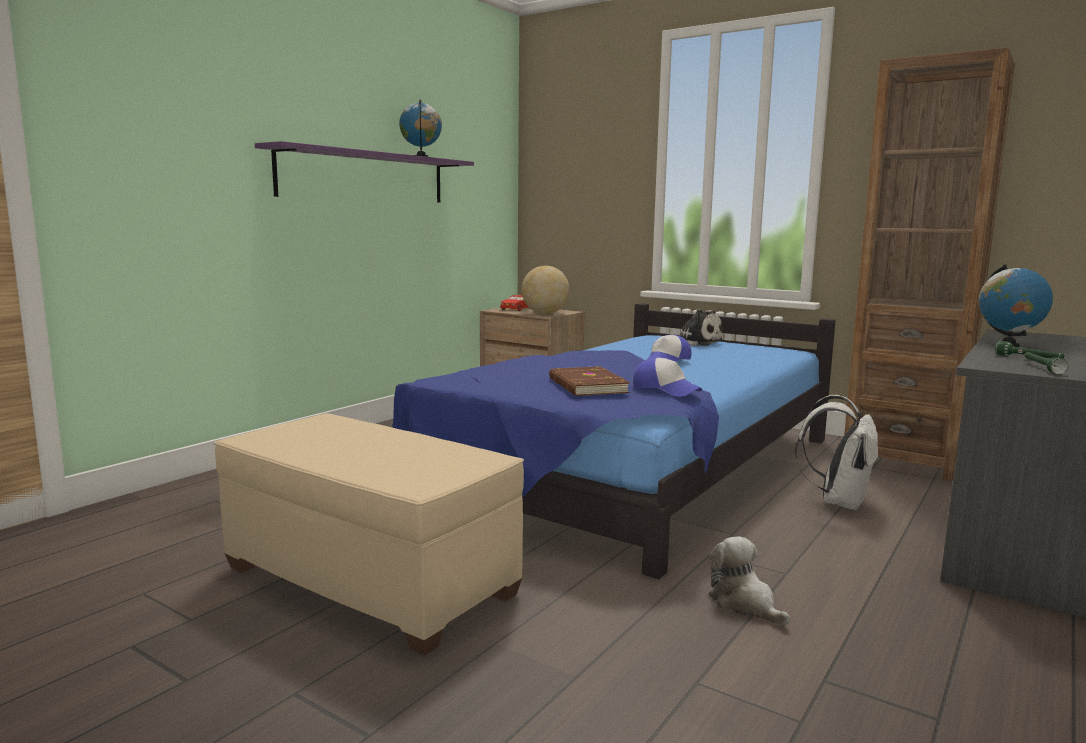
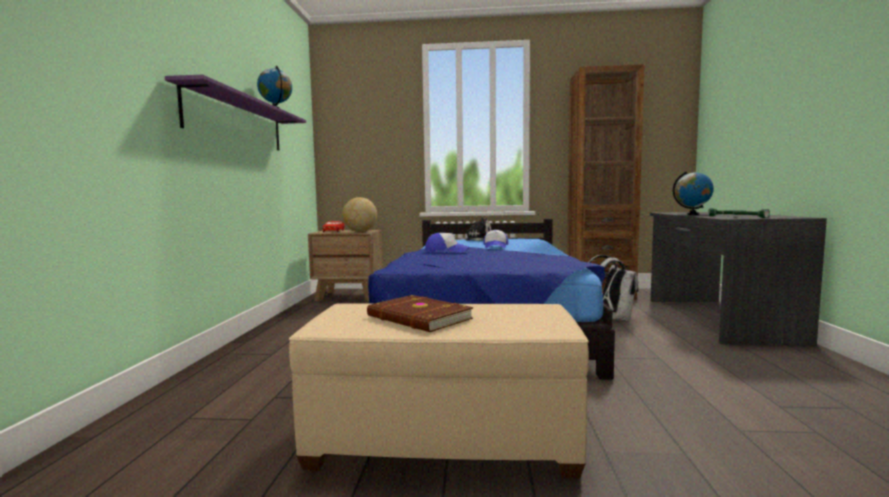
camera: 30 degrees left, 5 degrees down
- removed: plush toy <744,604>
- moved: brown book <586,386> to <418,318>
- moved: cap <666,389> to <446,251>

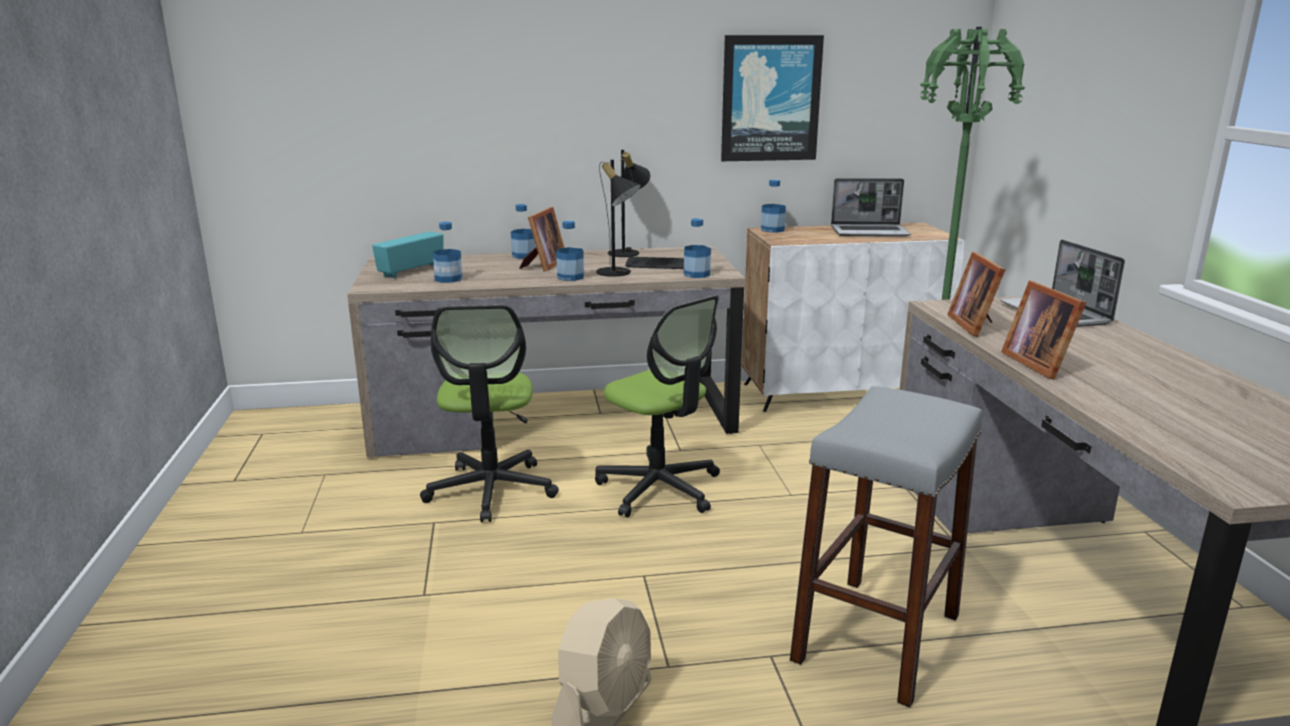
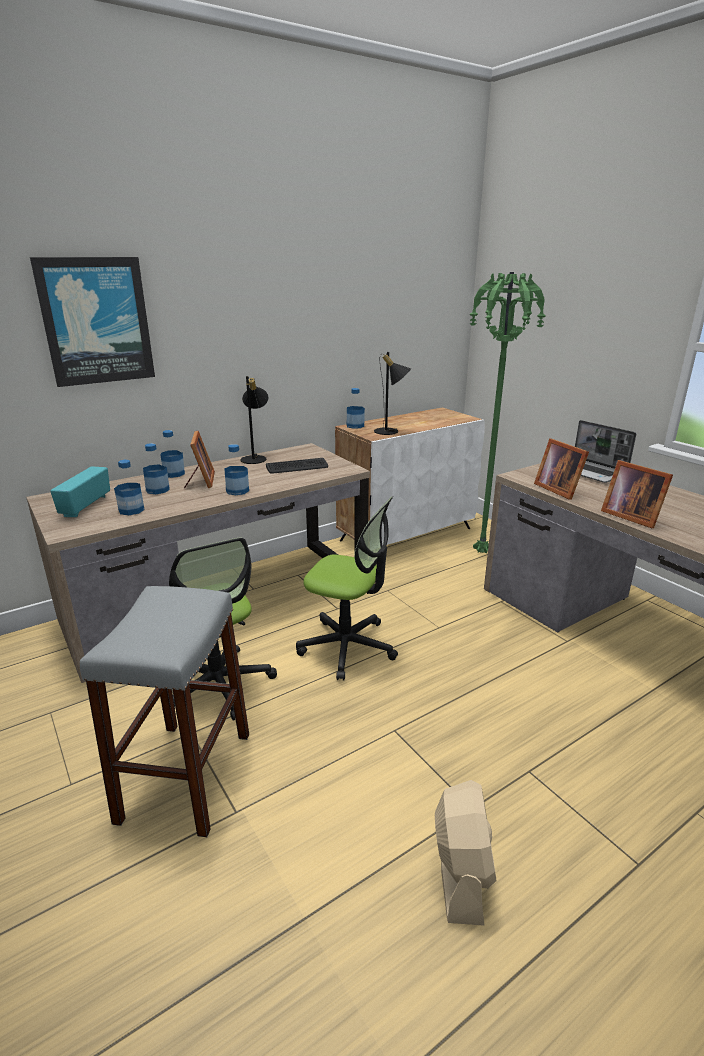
camera: 25 degrees left, 5 degrees up
- removed: laptop <870,232>
- moved: black table lamp <618,273> to <390,432>
- moved: bottle <696,274> to <157,490>
- moved: picture <770,99> to <96,321>
- moved: grey stool <877,637> to <186,775>

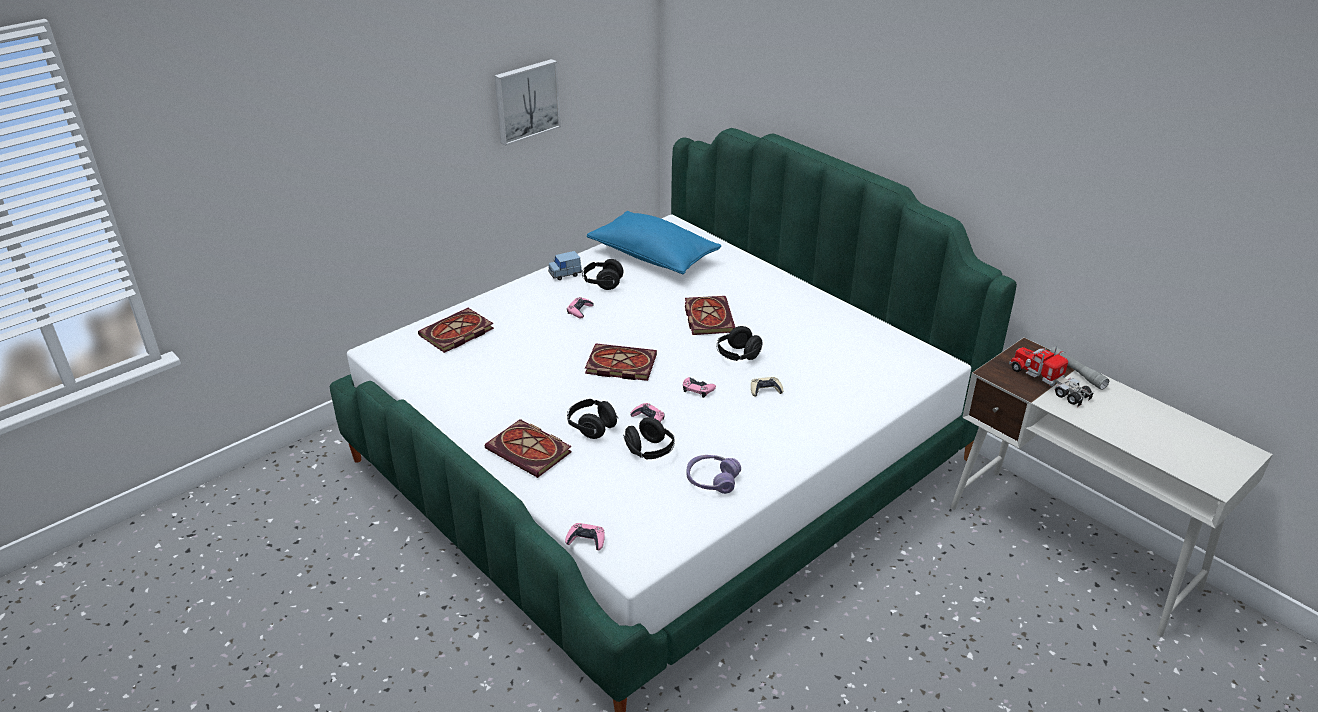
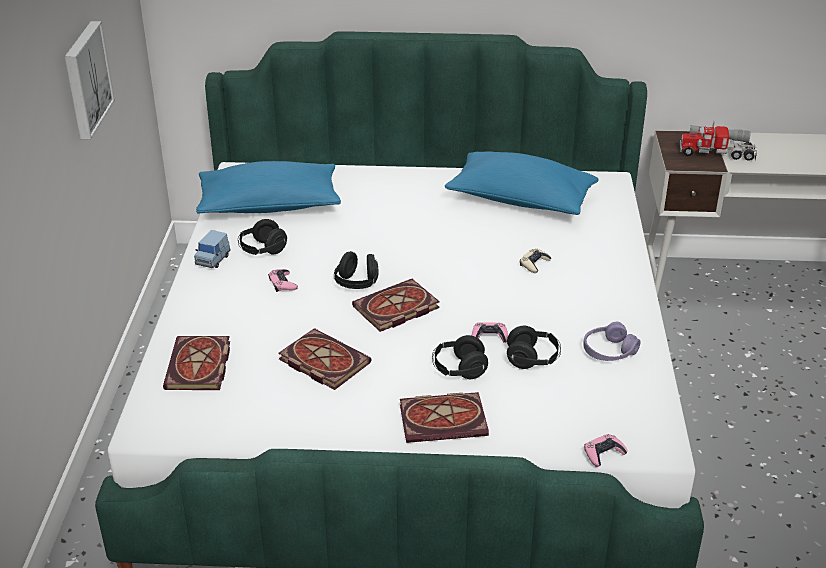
camera: 45 degrees left, 0 degrees up
- removed: pink game controller <698,389>
- added: blue pillow <520,201>
- moved: book <707,317> to <321,361>
- moved: black headphones <738,356> to <357,284>

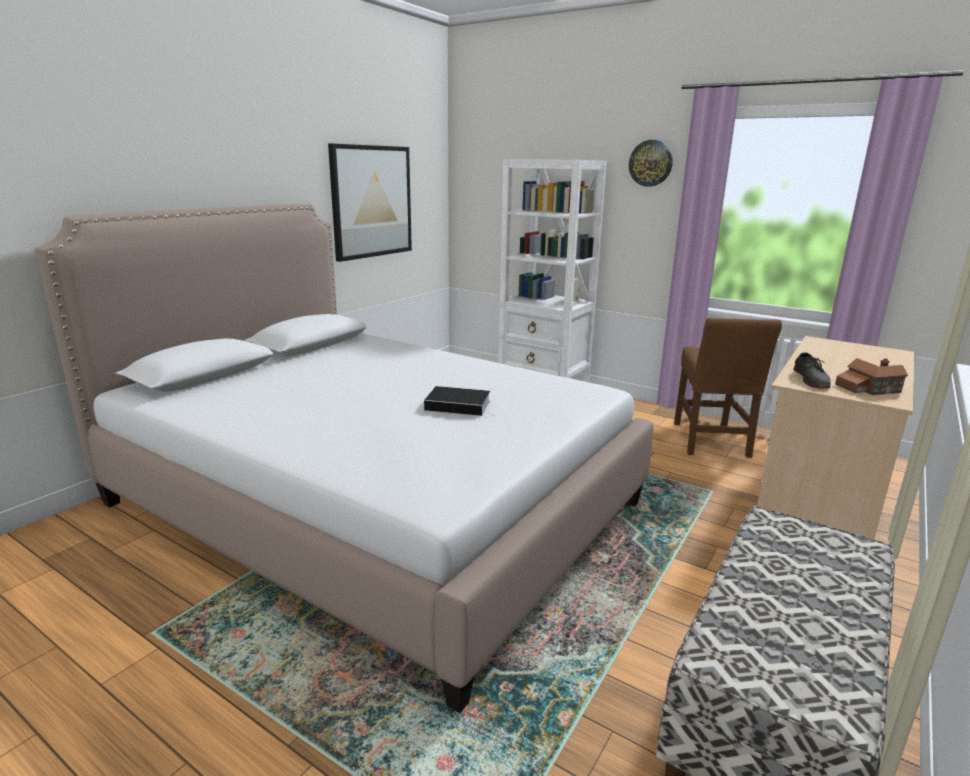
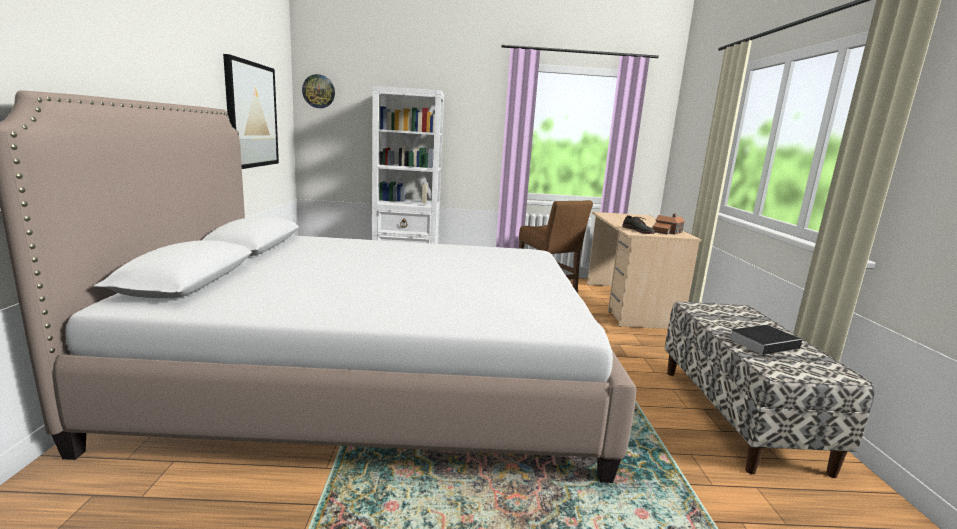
camera: 35 degrees left, 5 degrees down
- moved: book <460,405> to <764,343>
- moved: wall clock <650,163> to <319,91>

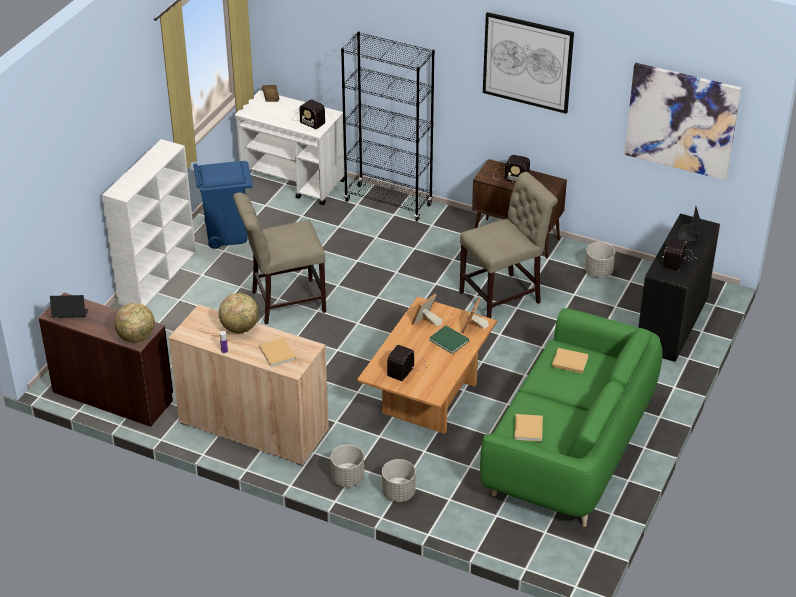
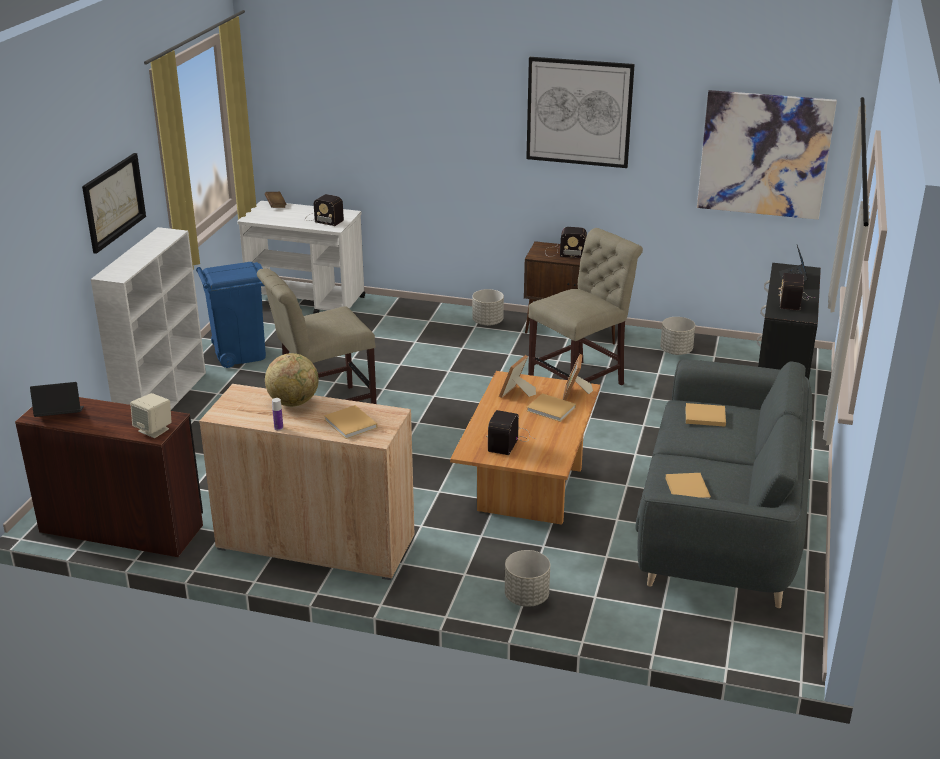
camera: 10 degrees left, 10 degrees down
- removed: black bookcase <388,203>
- added: picture <113,202>
- moved: grey planter <347,478> to <487,322>
- replaced: globe <136,337> to beige speaker <154,430>
- recoloured: green book <449,341> to beige book <552,409>
- recoloured: green sofa <569,448> to grey sofa <721,523>

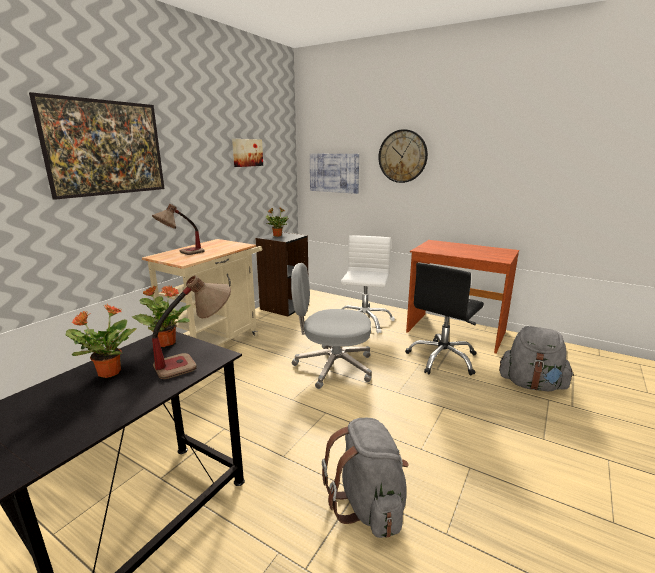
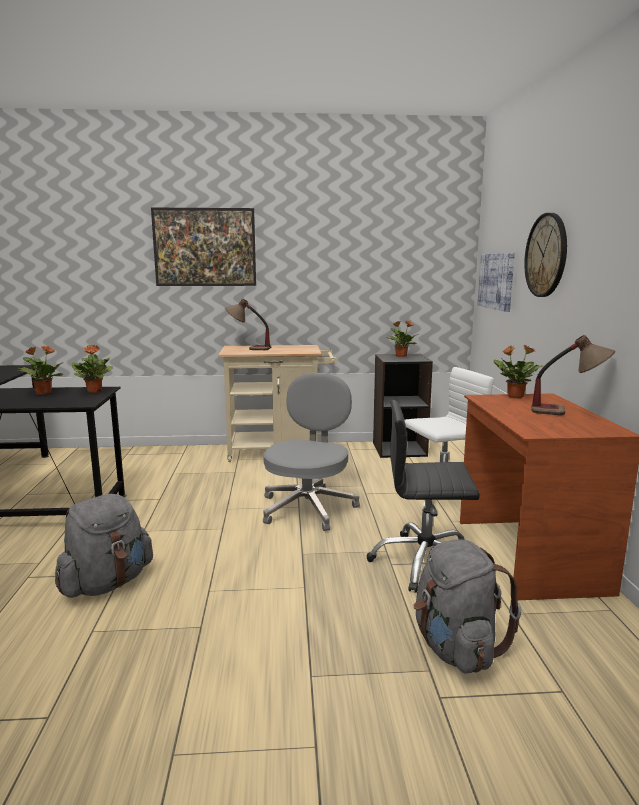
camera: 55 degrees right, 5 degrees down
- removed: picture <247,152>
- added: potted plant <514,396>
- moved: table lamp <196,361> to <567,412>
- turned: grey office chair <332,366> = <308,507> 45 degrees clockwise

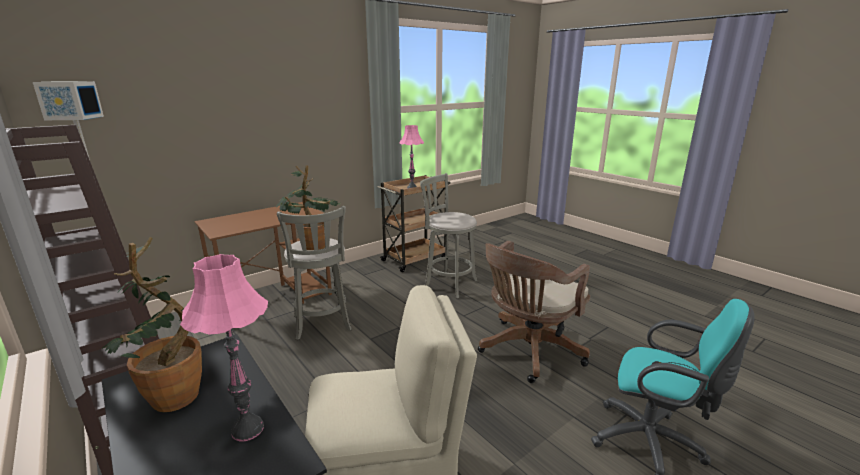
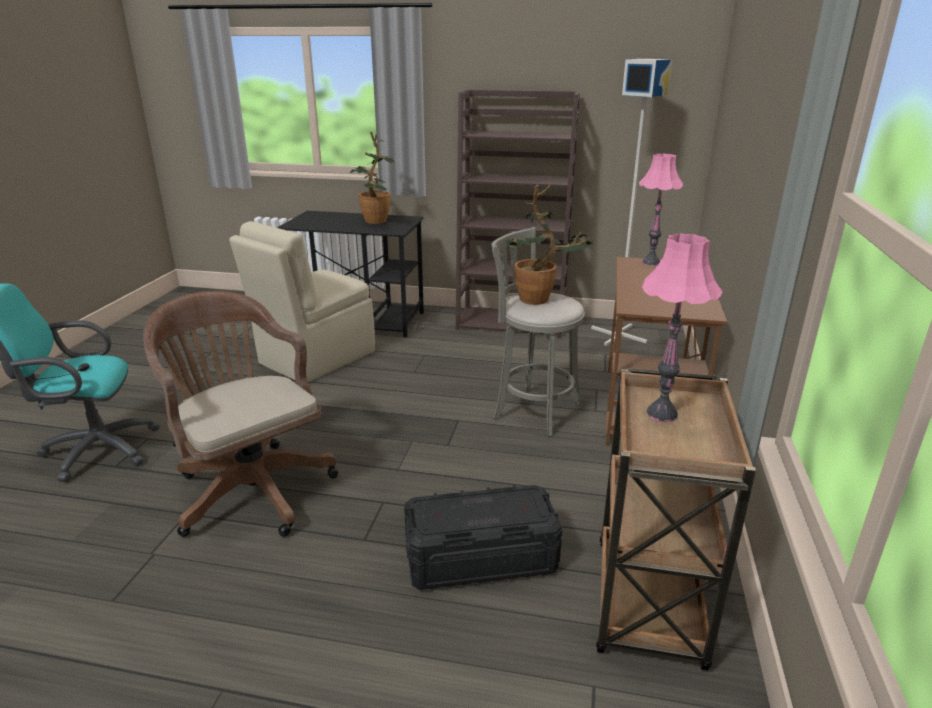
camera: 140 degrees right, 5 degrees up
- moved: pink table lamp <247,429> to <651,263>
- replaced: grey stool <448,284> to black storage box <481,559>
- turned: brown office chair <528,351> = <251,487> 45 degrees counterclockwise

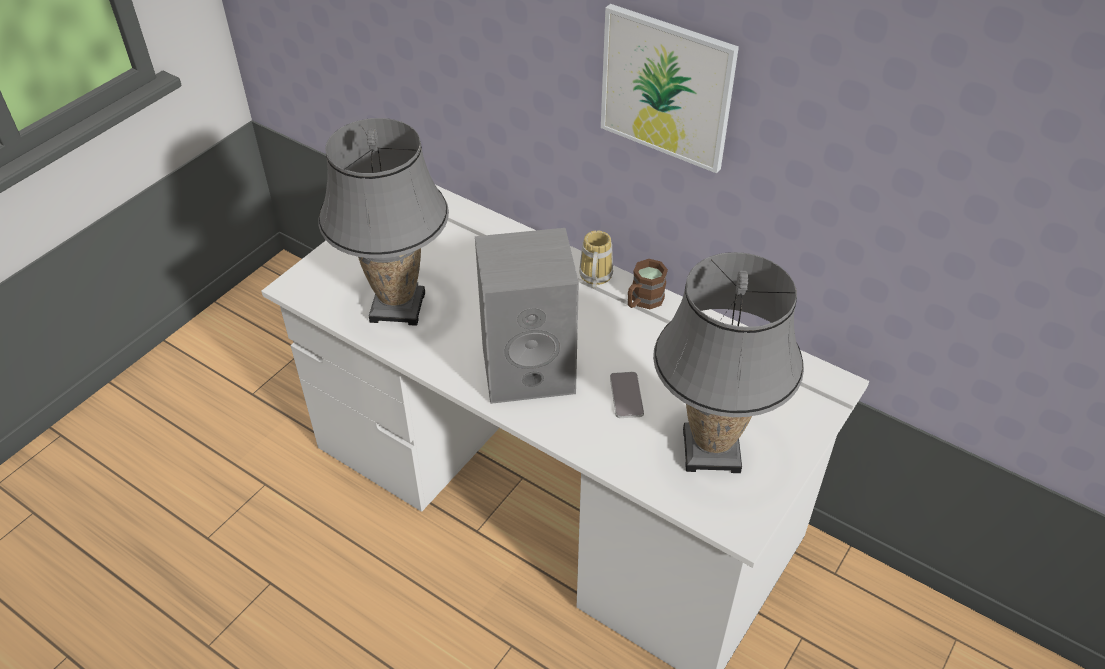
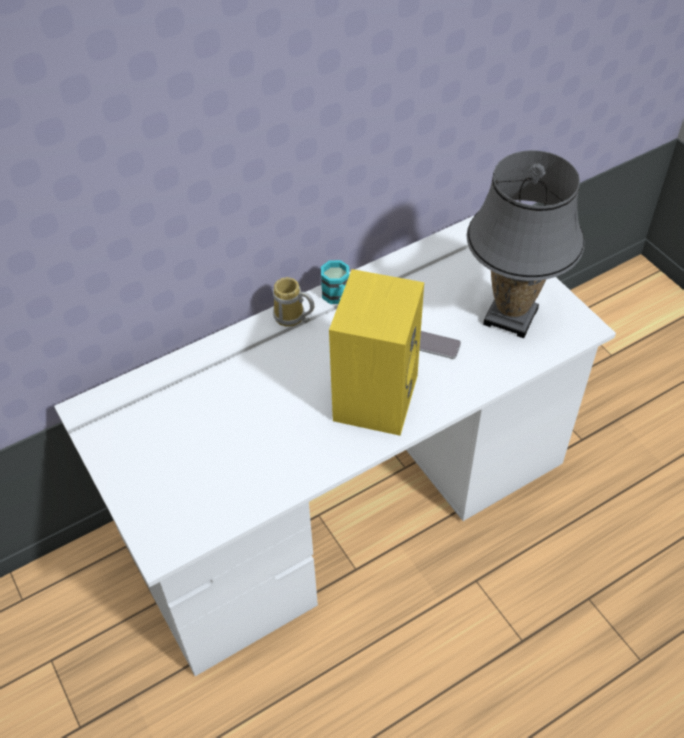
camera: 65 degrees left, 5 degrees up
- removed: grey table lamp <397,306>
- removed: picture <666,88>
- recoloured: grey speaker <530,368> to yellow speaker <374,395>
- recoloured: brown mug <643,301> to turquoise mug <338,298>

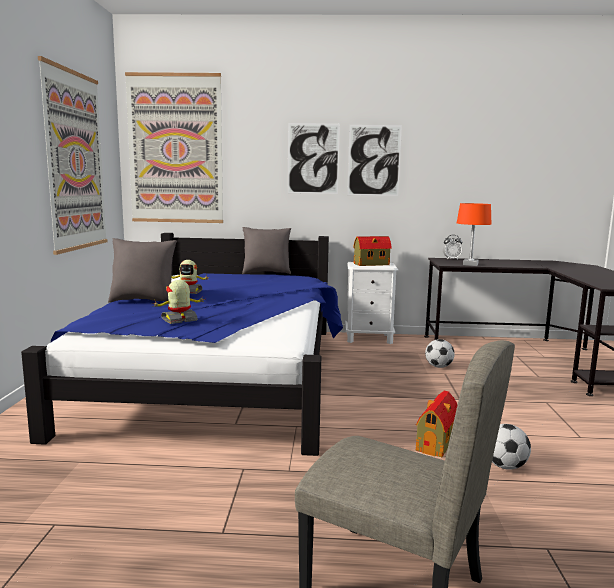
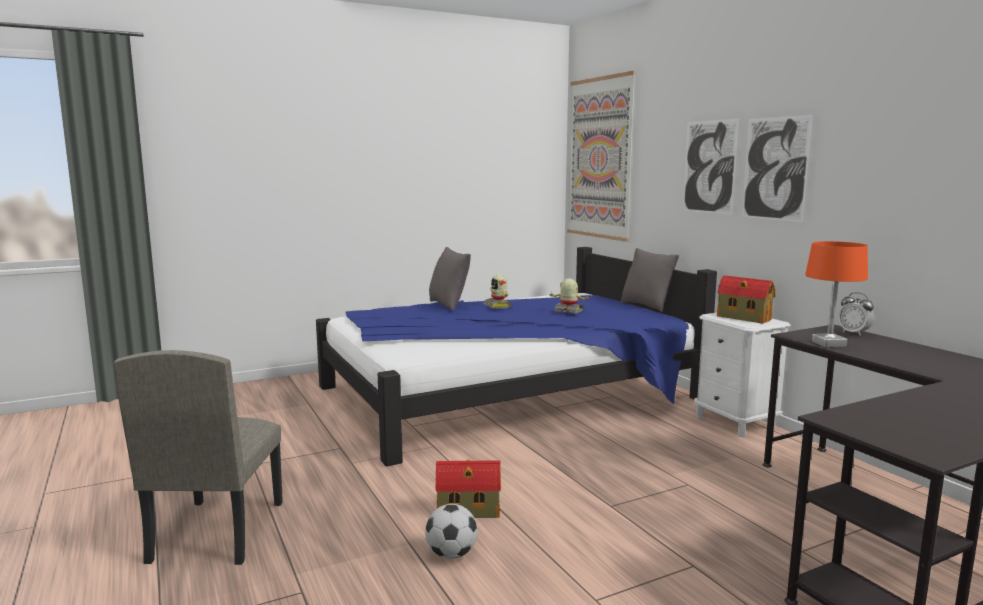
camera: 60 degrees right, 0 degrees up
- removed: picture <75,161>
- removed: football <438,367>
- moved: toy robot <179,320> to <568,311>

